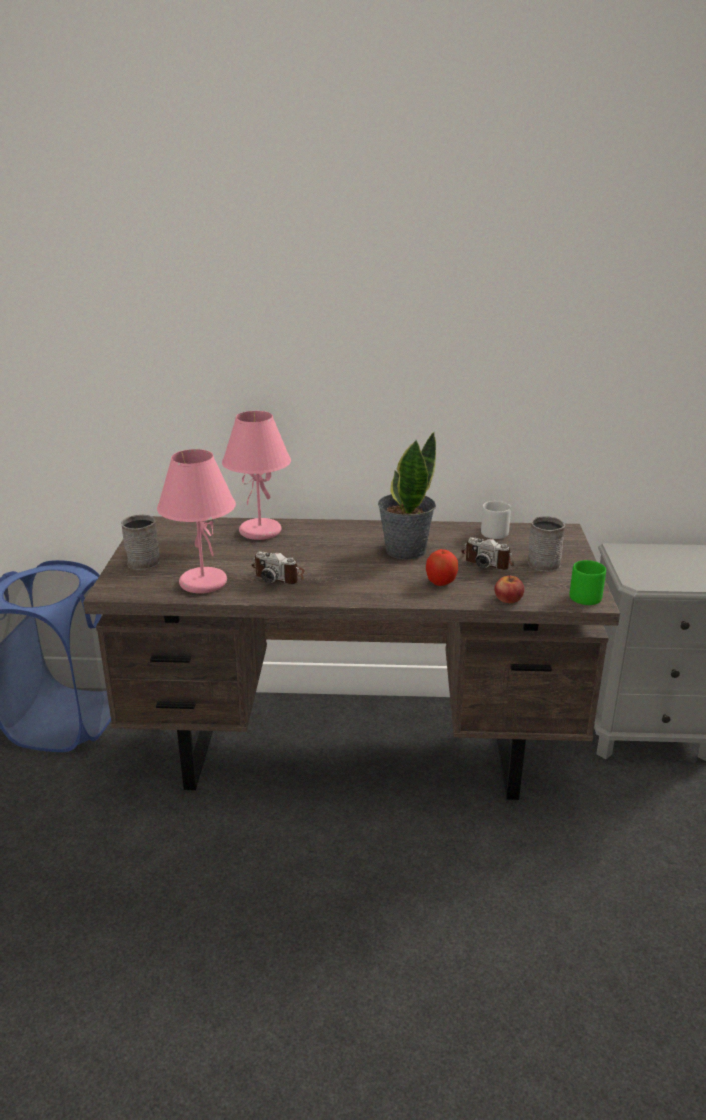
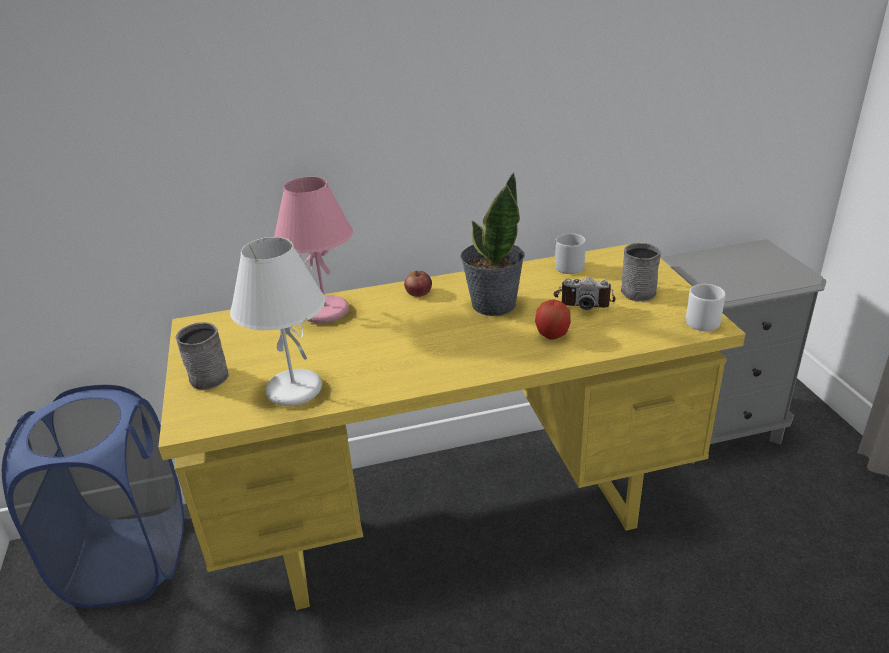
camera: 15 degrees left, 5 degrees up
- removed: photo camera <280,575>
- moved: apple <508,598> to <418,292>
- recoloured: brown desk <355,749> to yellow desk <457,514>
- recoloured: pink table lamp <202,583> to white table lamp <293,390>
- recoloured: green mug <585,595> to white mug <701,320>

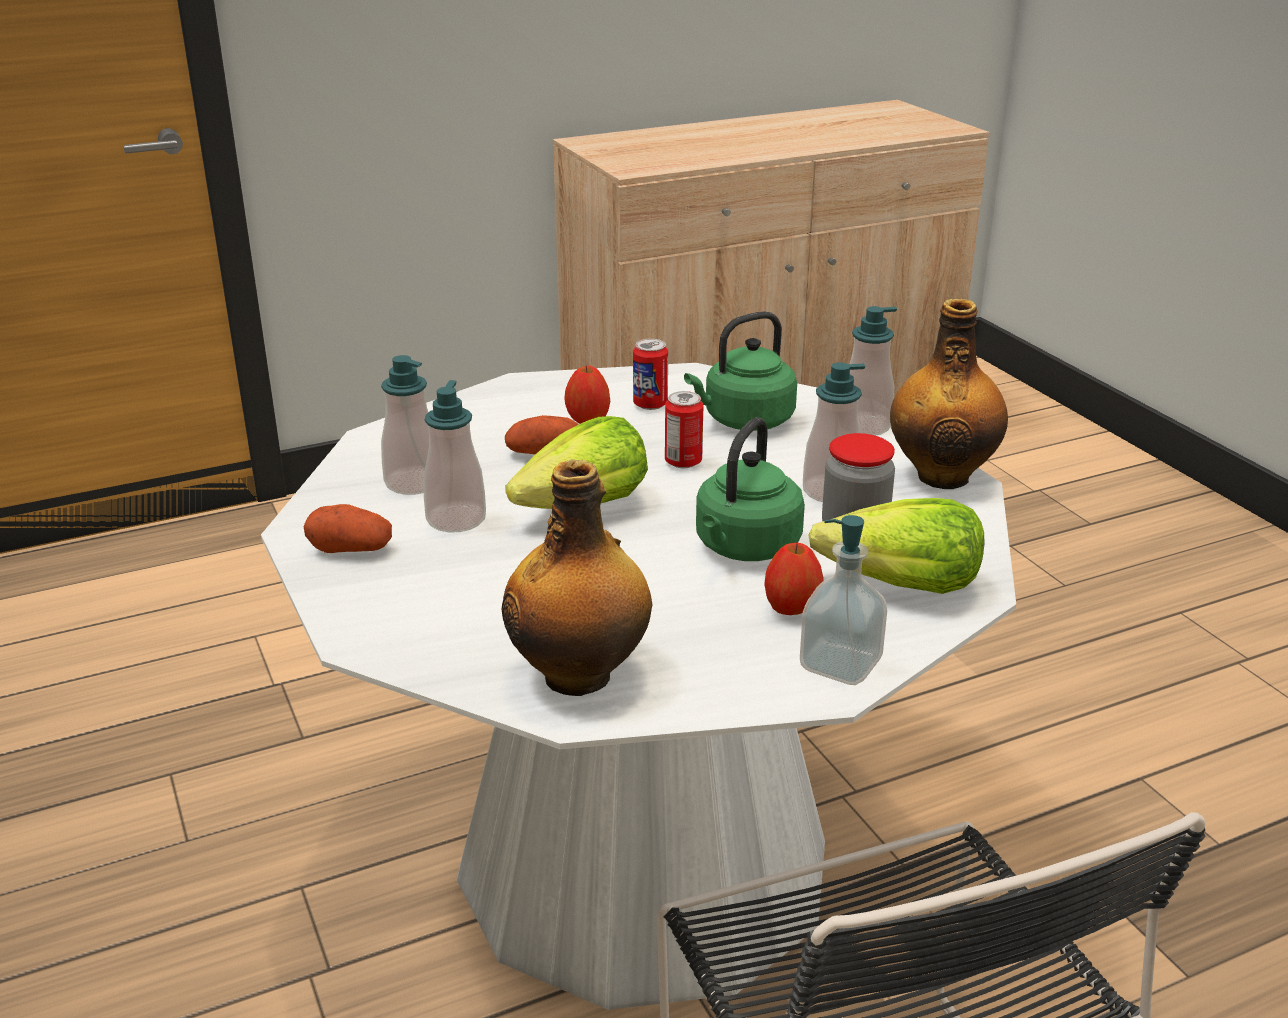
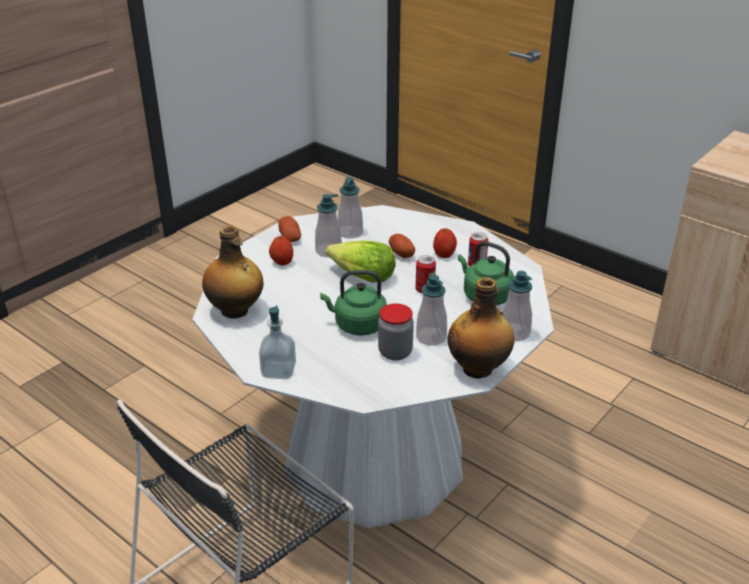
camera: 65 degrees right, 5 degrees up
- removed: lettuce <901,586>
- moved: apple <791,609> to <282,262>

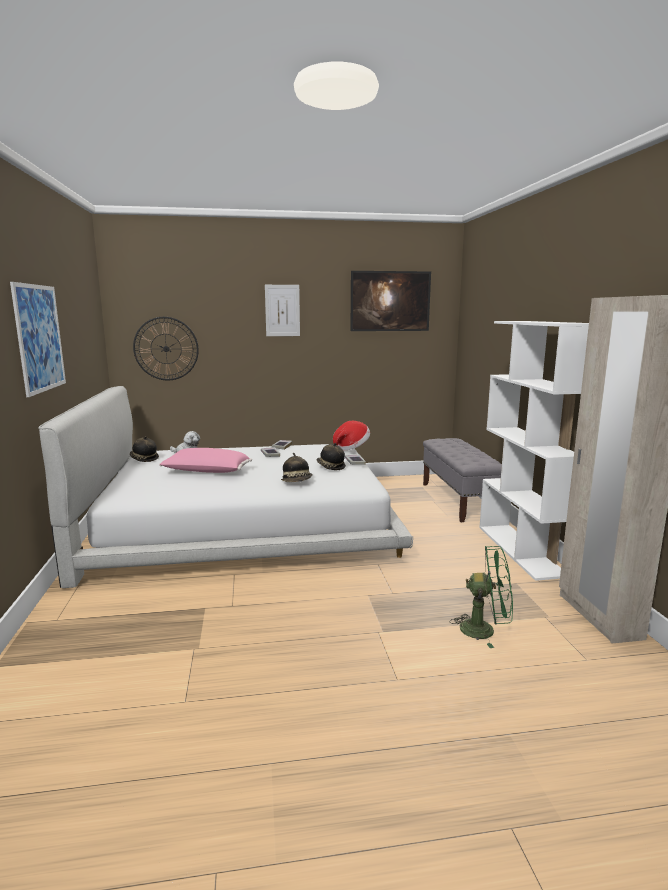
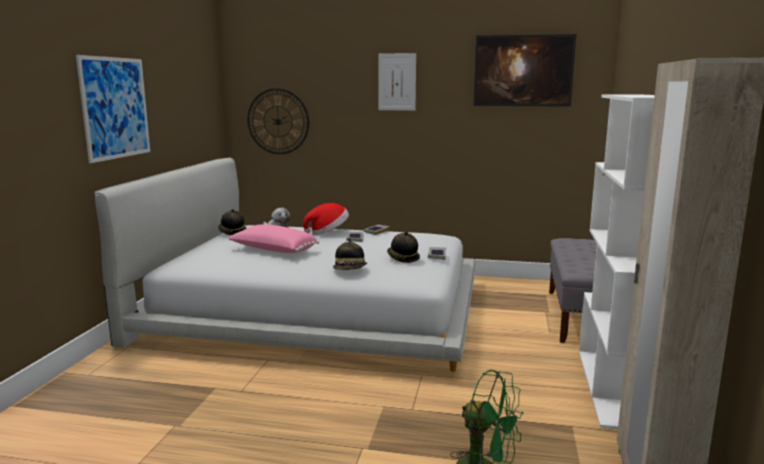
camera: 20 degrees right, 0 degrees up
- moved: hat <351,447> to <328,232>

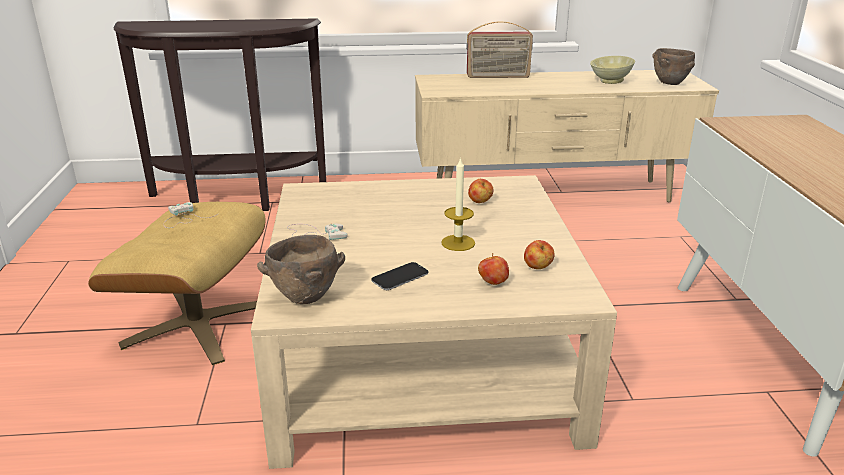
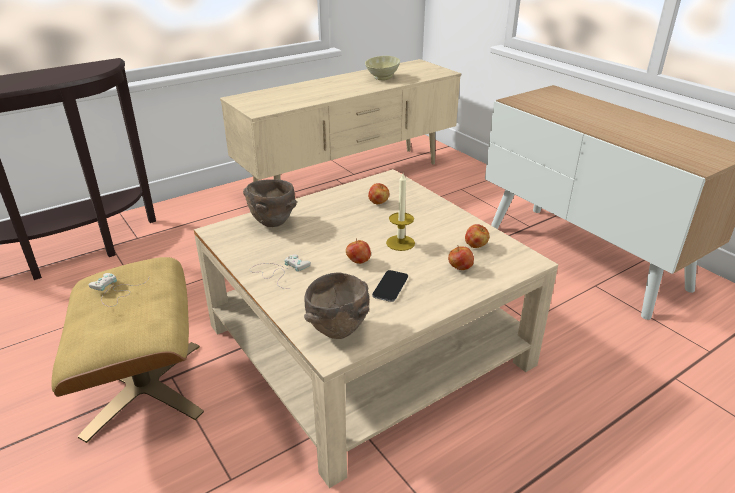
camera: 30 degrees left, 5 degrees up
- removed: radio <498,76>
- added: apple <358,261>
- moved: brown bowl <670,84> to <274,223>

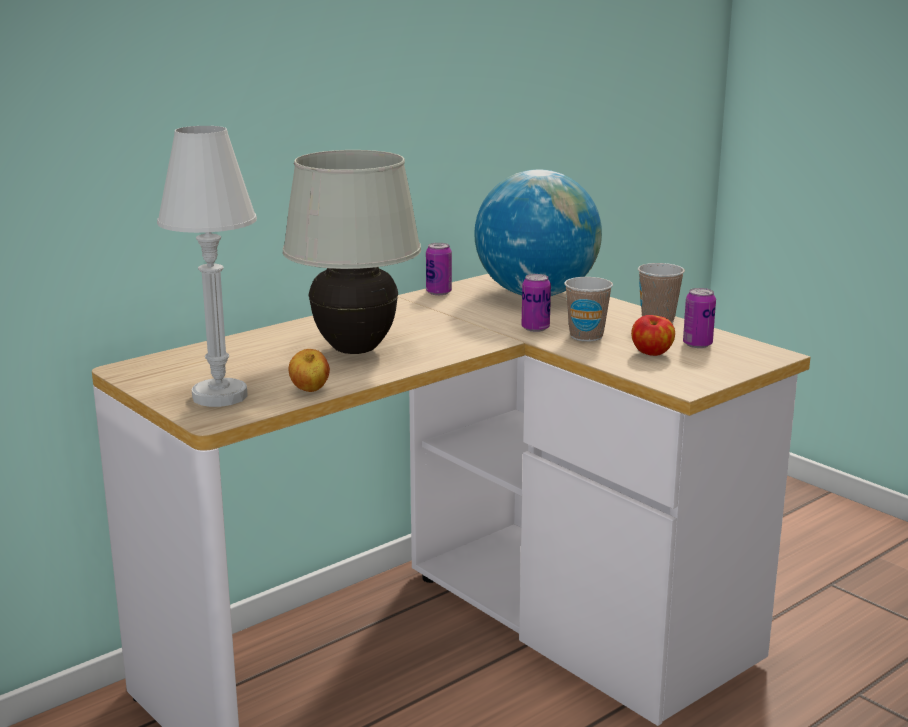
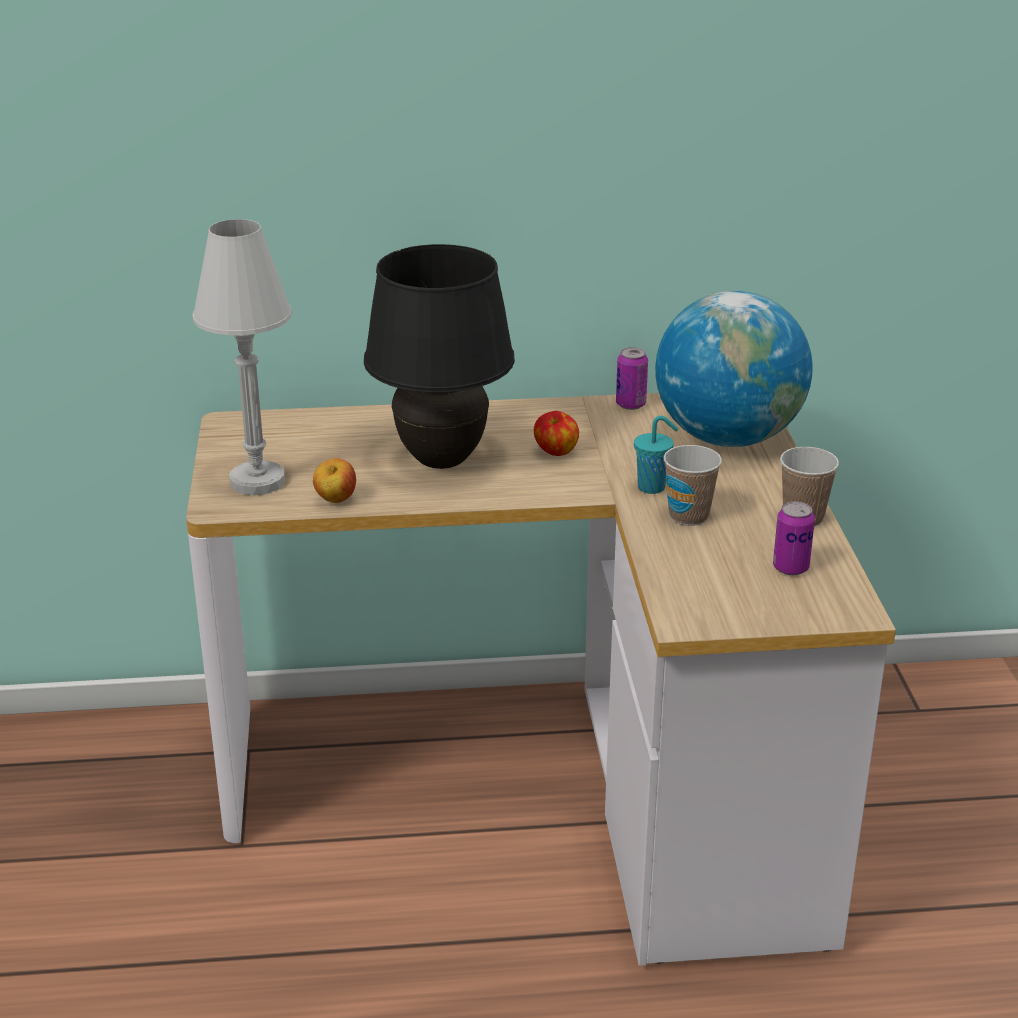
camera: 35 degrees right, 10 degrees up
- moved: apple <651,354> to <555,452>
- replaced: can <535,328> to turquoise cup <653,487>
- recoloured: white table lamp <355,350> to black table lamp <442,461>

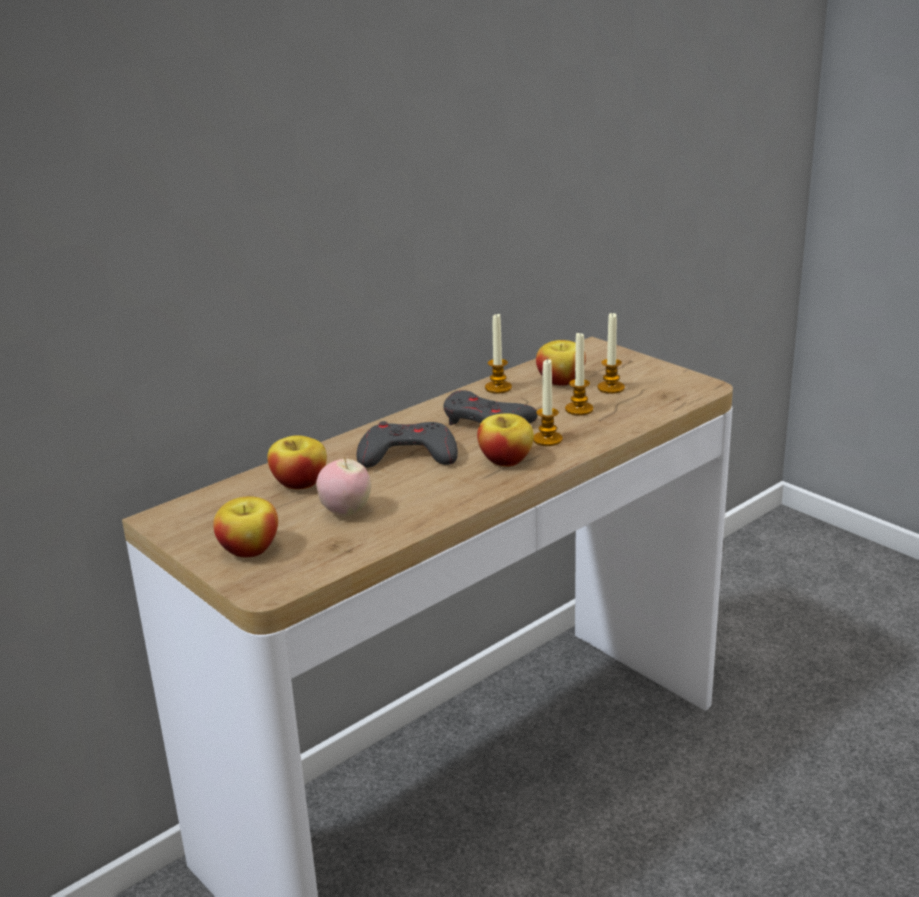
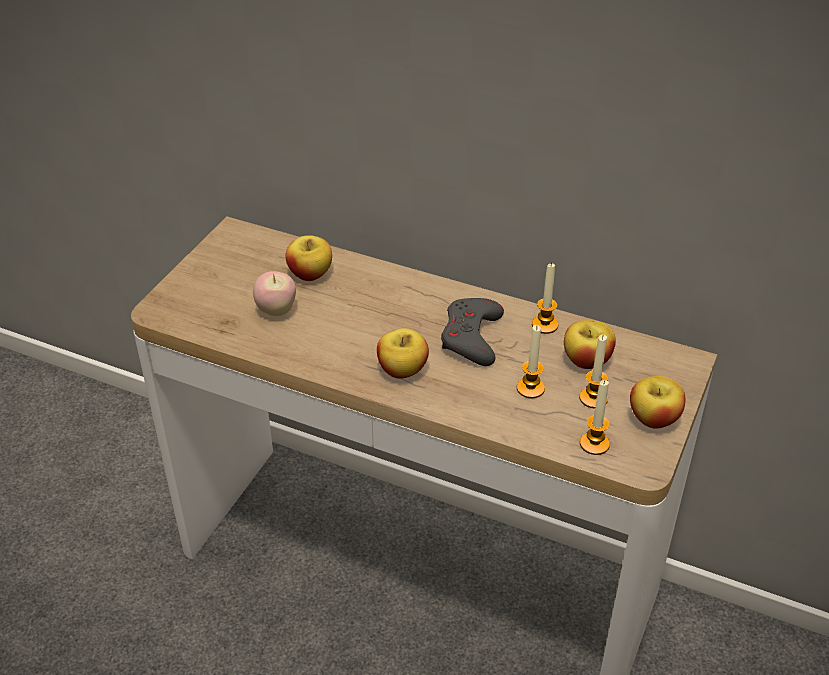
camera: 65 degrees right, 15 degrees up
- removed: grey game controller <407,454>
- moved: apple <249,549> to <654,418>
- moved: candle <547,439> to <594,444>

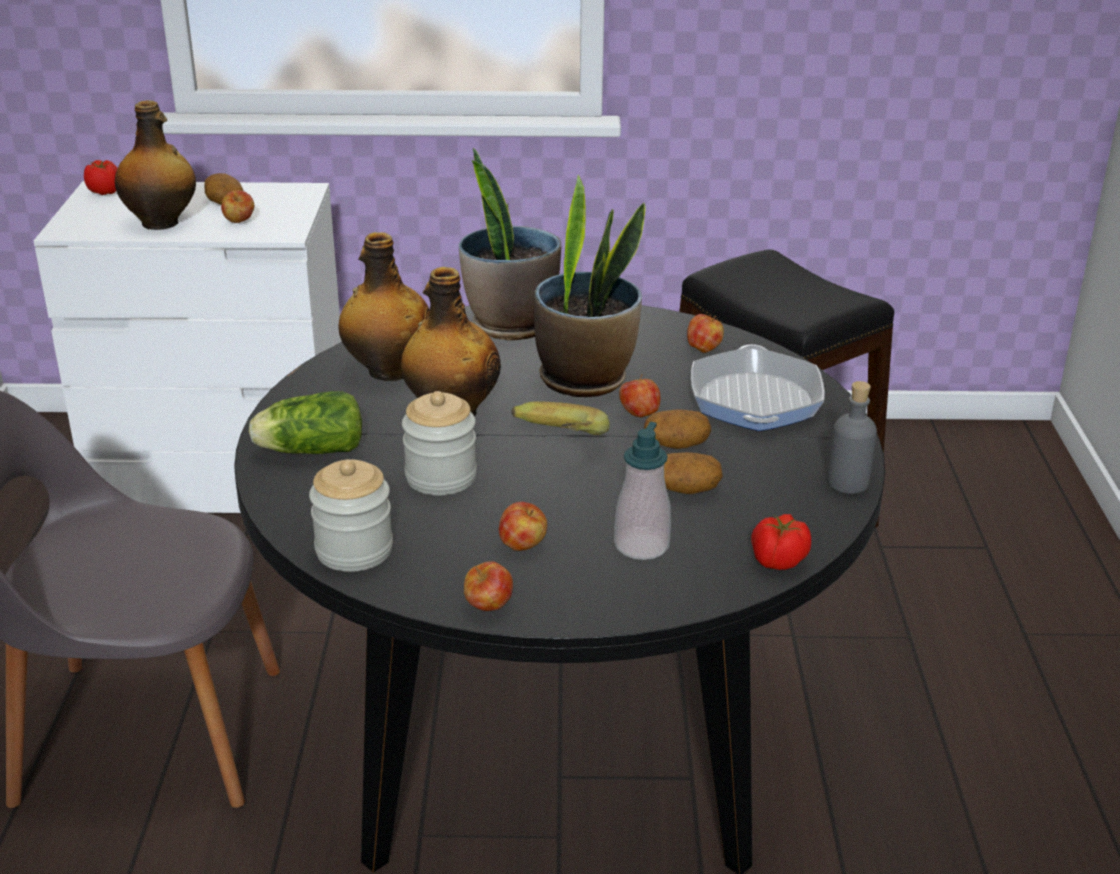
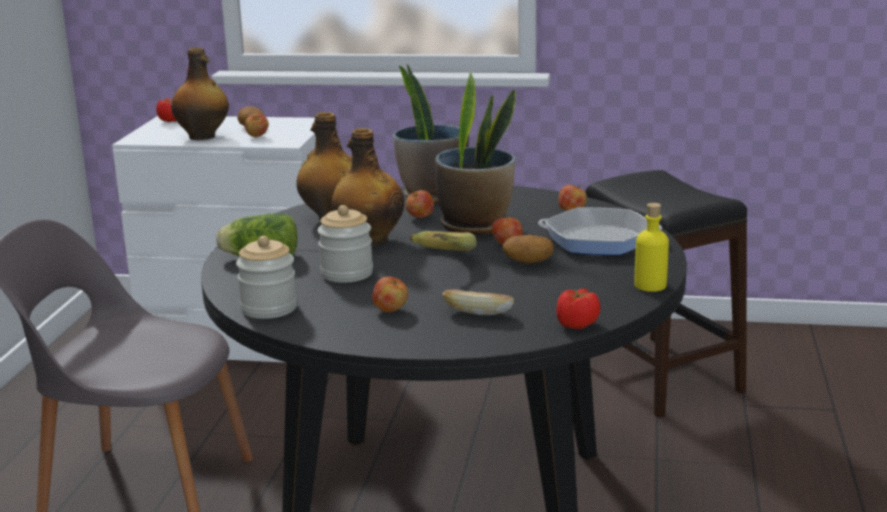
camera: 10 degrees right, 10 degrees down
- removed: potato <685,489>
- moved: apple <489,607> to <420,218>
- replaced: soap dispenser <641,545> to bread <478,313>
- recoloured: grey bottle <848,482> to yellow bottle <650,285>
- turned: frying pan <755,400> = <599,240> 90 degrees clockwise

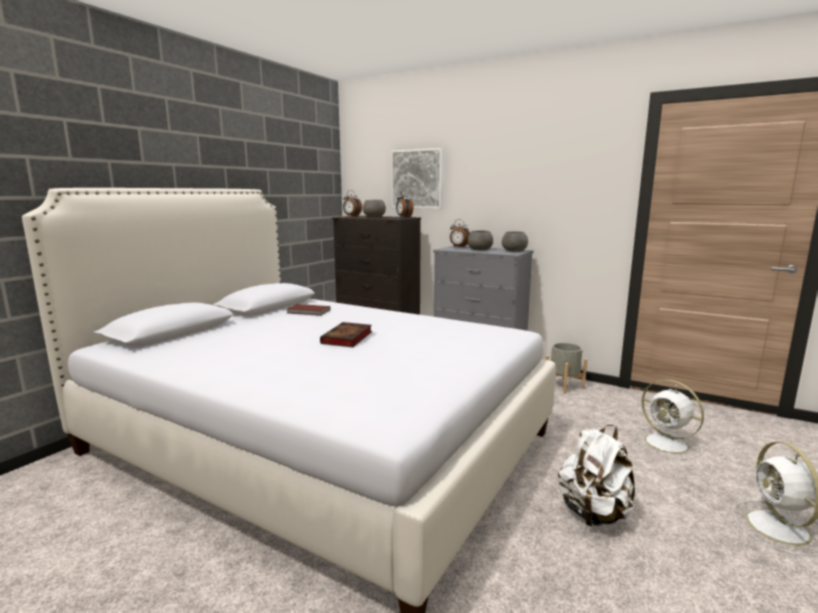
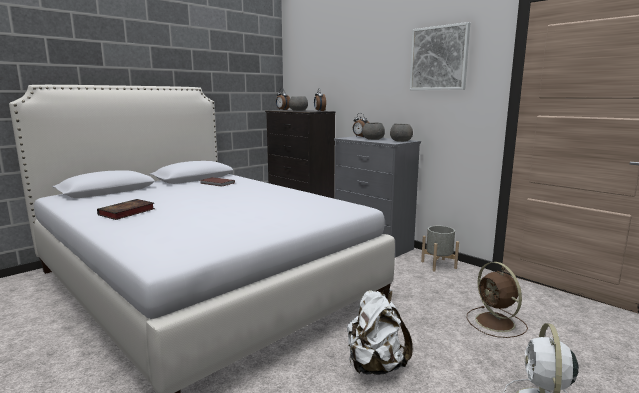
camera: 15 degrees right, 0 degrees up
- moved: book <347,338> to <126,212>
- moved: picture <417,179> to <439,58>
- recoloured: white fan <668,444> to brown fan <496,323>

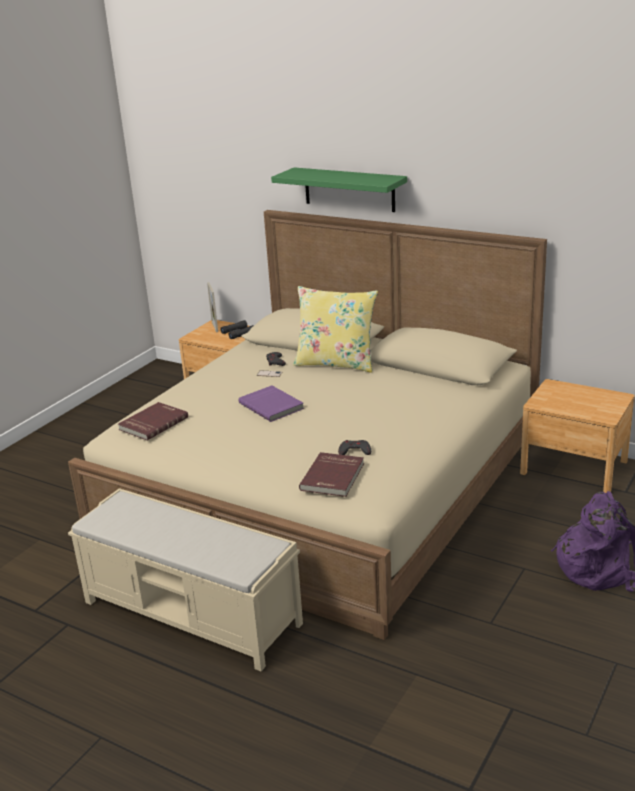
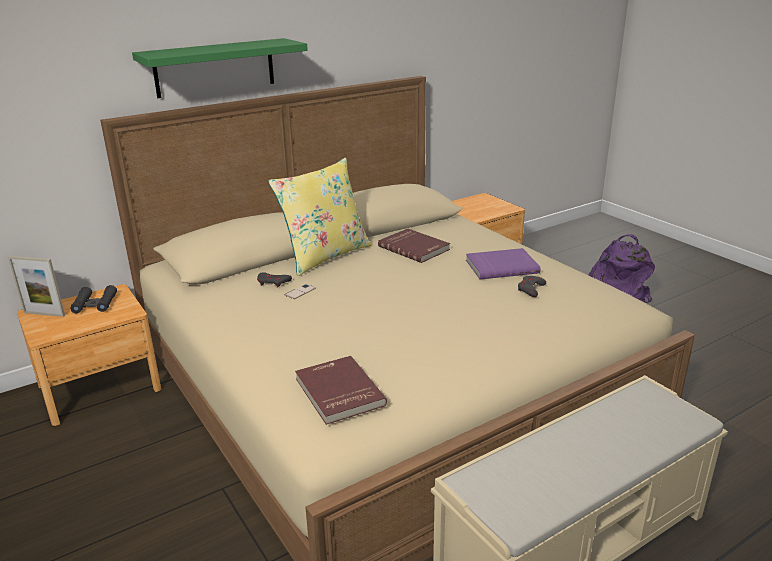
camera: 65 degrees left, 0 degrees up
- moved: purple book <272,405> to <501,266>
- moved: red book <333,477> to <414,247>

